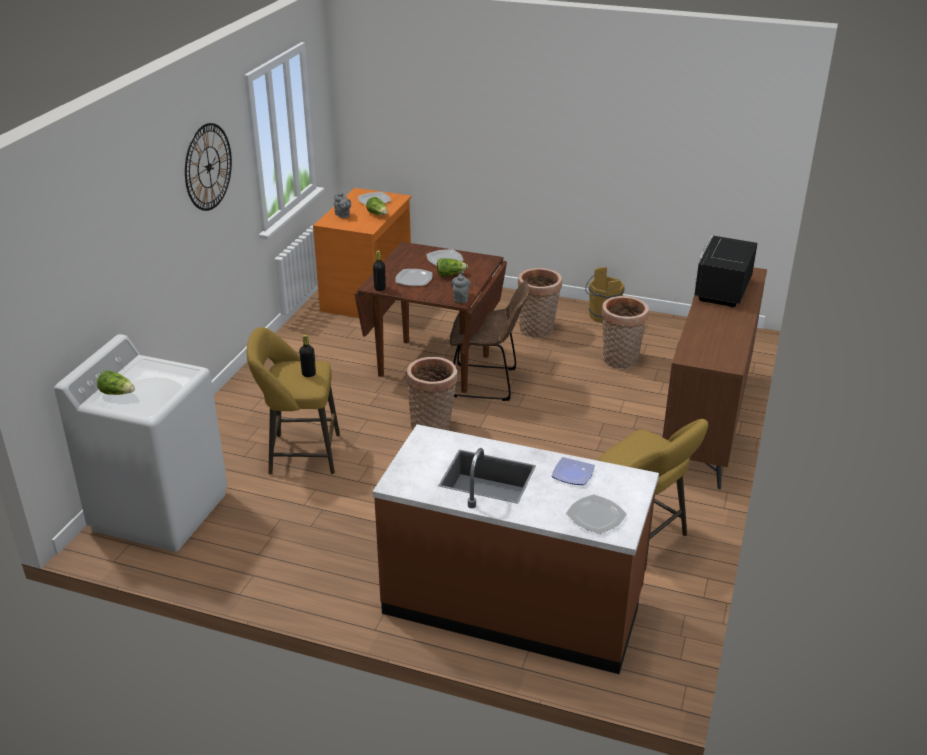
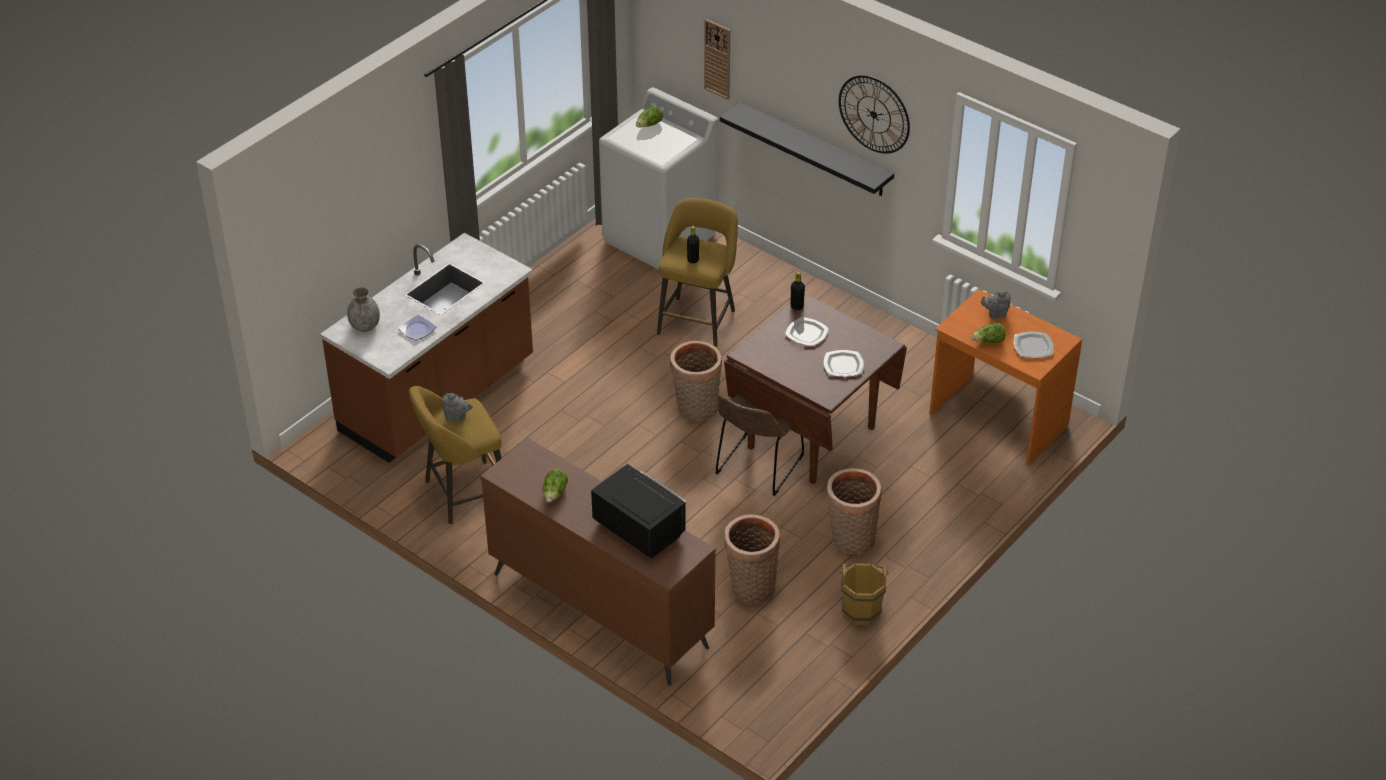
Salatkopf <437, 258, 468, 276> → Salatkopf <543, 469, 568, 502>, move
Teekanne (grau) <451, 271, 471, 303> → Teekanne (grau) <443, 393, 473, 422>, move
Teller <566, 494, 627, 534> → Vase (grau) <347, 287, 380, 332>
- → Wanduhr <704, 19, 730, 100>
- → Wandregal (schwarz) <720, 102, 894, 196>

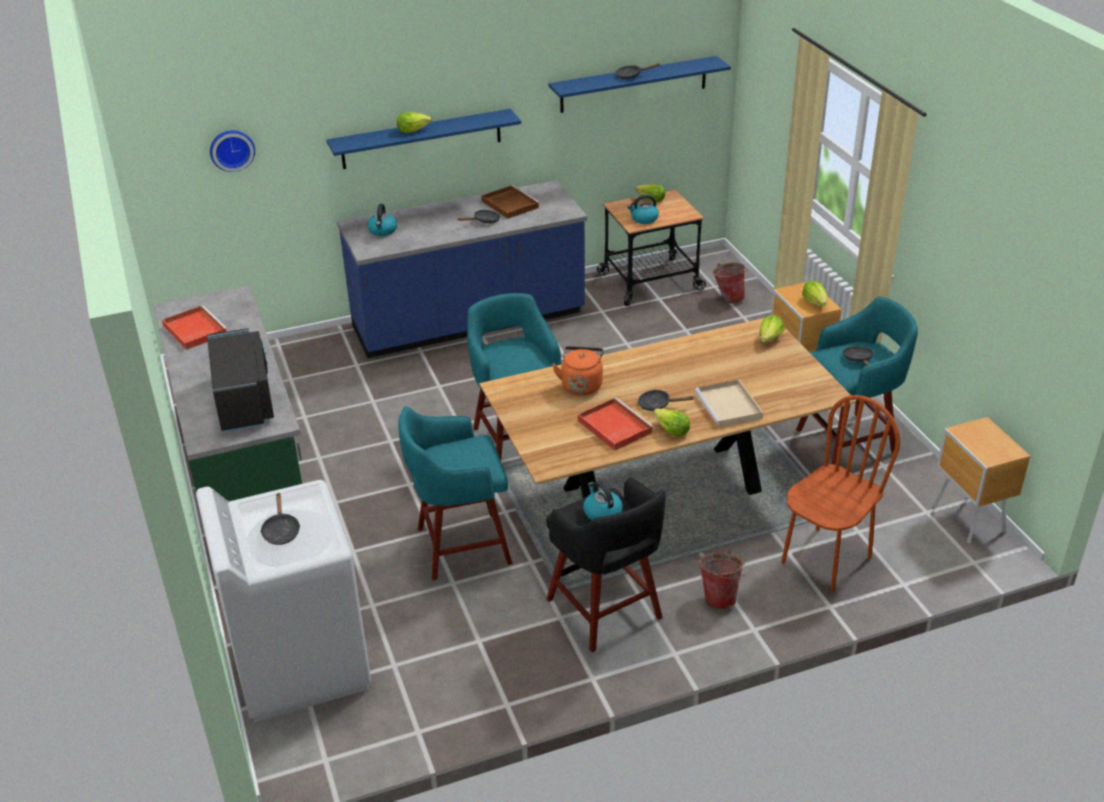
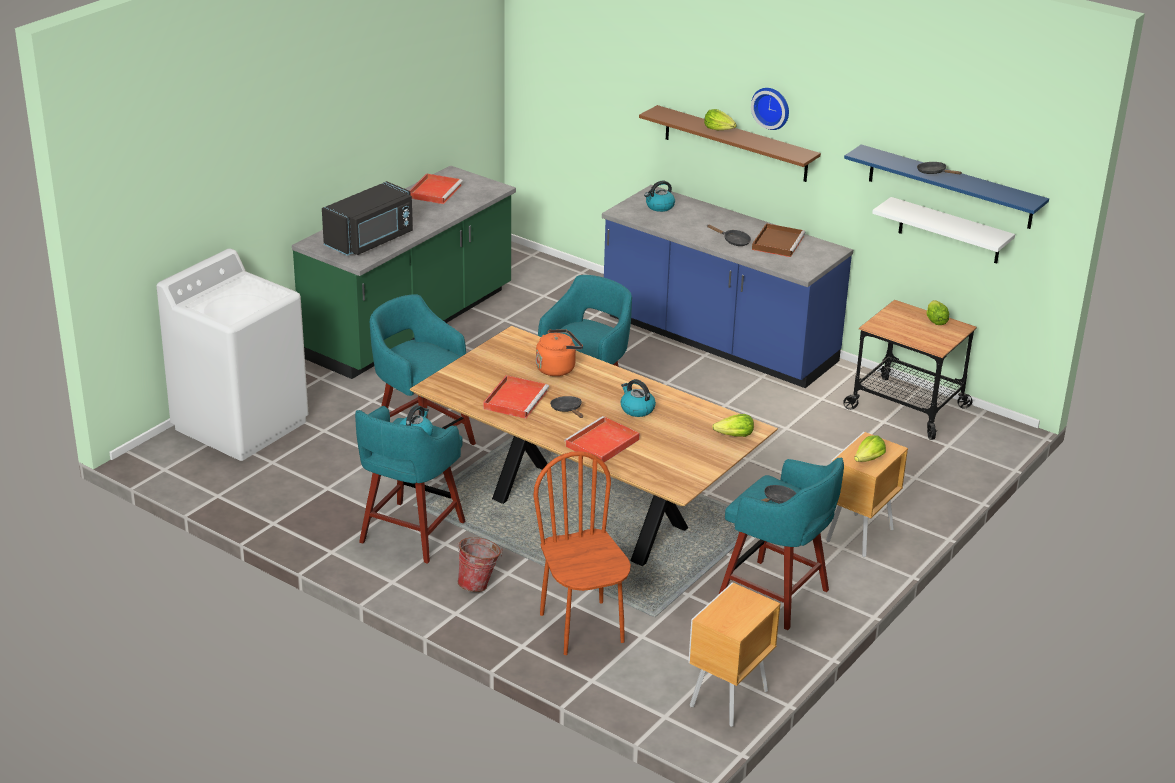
Wanduhr <210, 130, 255, 172> → Wanduhr <751, 88, 789, 130>, move
Pfanne (schwarz) <260, 493, 300, 545> → -
Wandregal (blau) <327, 109, 521, 169> → Wandregal (braun) <639, 105, 821, 182>
Hocker (schwarz) <546, 477, 666, 652> → Hocker (türkis) <355, 406, 466, 564>
Wasserkessel <627, 195, 659, 224> → Wasserkessel <620, 379, 656, 417>, move
Salatkopf <653, 408, 690, 437> → -
Tablett (beige) <694, 380, 763, 428> → Tablett (rot) <564, 416, 640, 463>
Eimer <713, 262, 747, 303> → -
Stuhl (braun) <781, 395, 901, 592> → Stuhl (braun) <533, 451, 631, 655>, 120 degrees counterclockwise
- → Wandregal (weiß) <872, 197, 1015, 263>

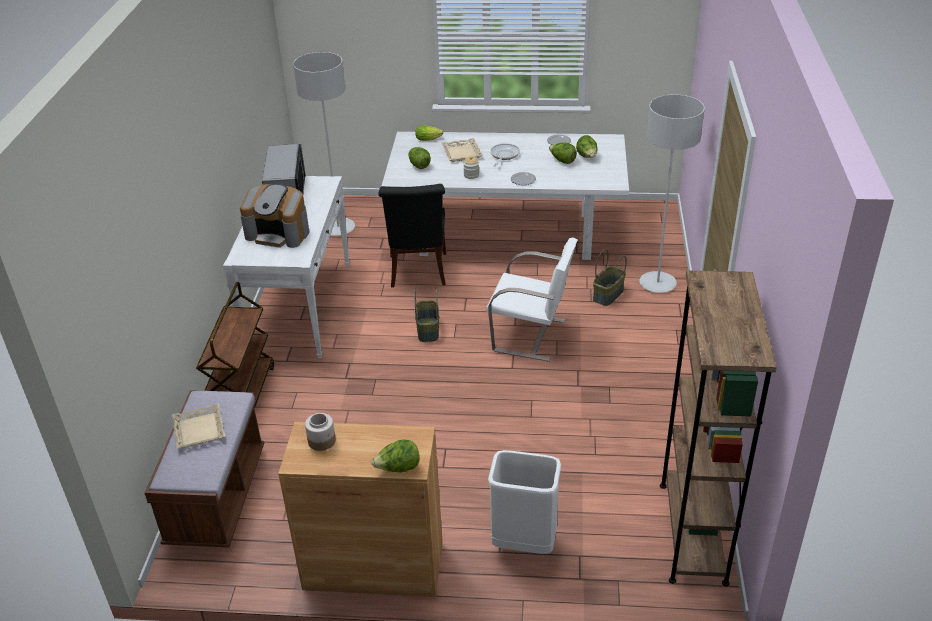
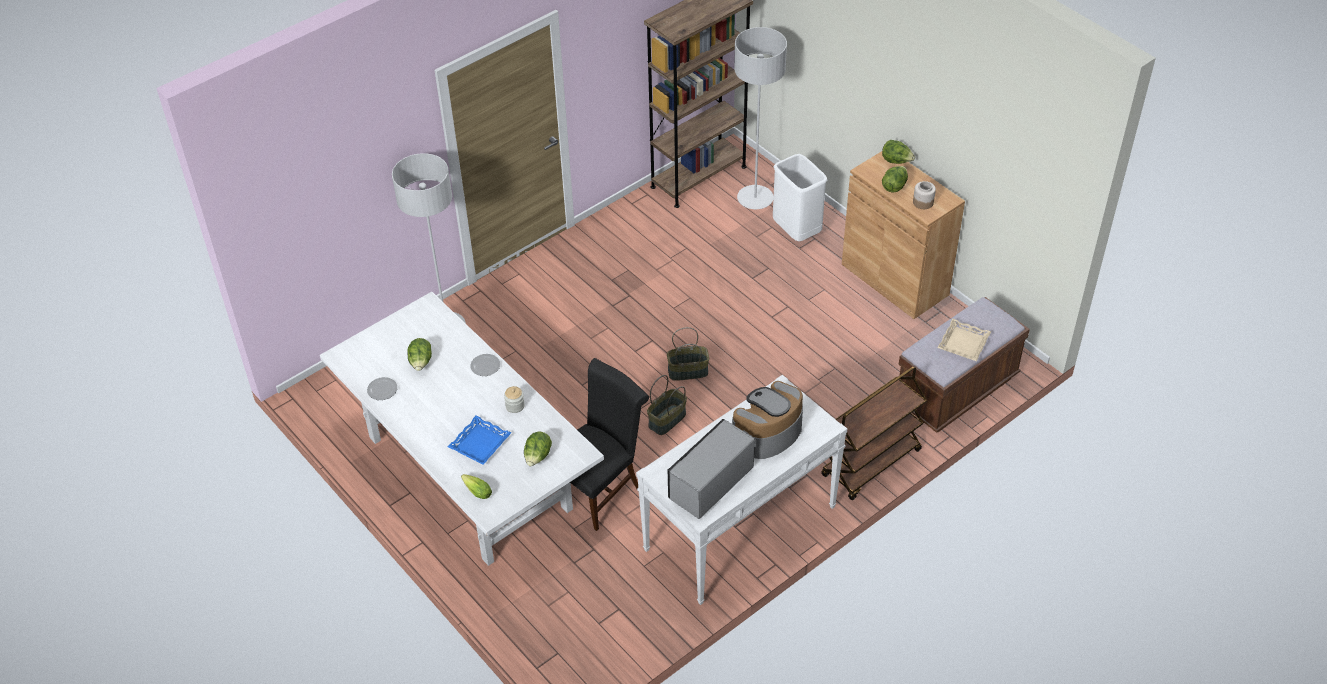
Kaffeemaschine <240, 184, 309, 248> → Kaffeemaschine <732, 381, 803, 459>, 105 degrees counterclockwise
Stehlampe (grau) <293, 52, 355, 236> → Stehlampe (grau) <734, 27, 787, 209>, move
Tablett (beige) <441, 138, 483, 162> → Tablett (blau) <448, 415, 511, 465>
Stuhl (weiß) <486, 237, 578, 362> → -
Pfanne <490, 143, 520, 167> → -
Salatkopf <576, 135, 598, 158> → Salatkopf <882, 166, 908, 193>, move
Korb <593, 249, 627, 306> → Korb <667, 327, 709, 381>, move

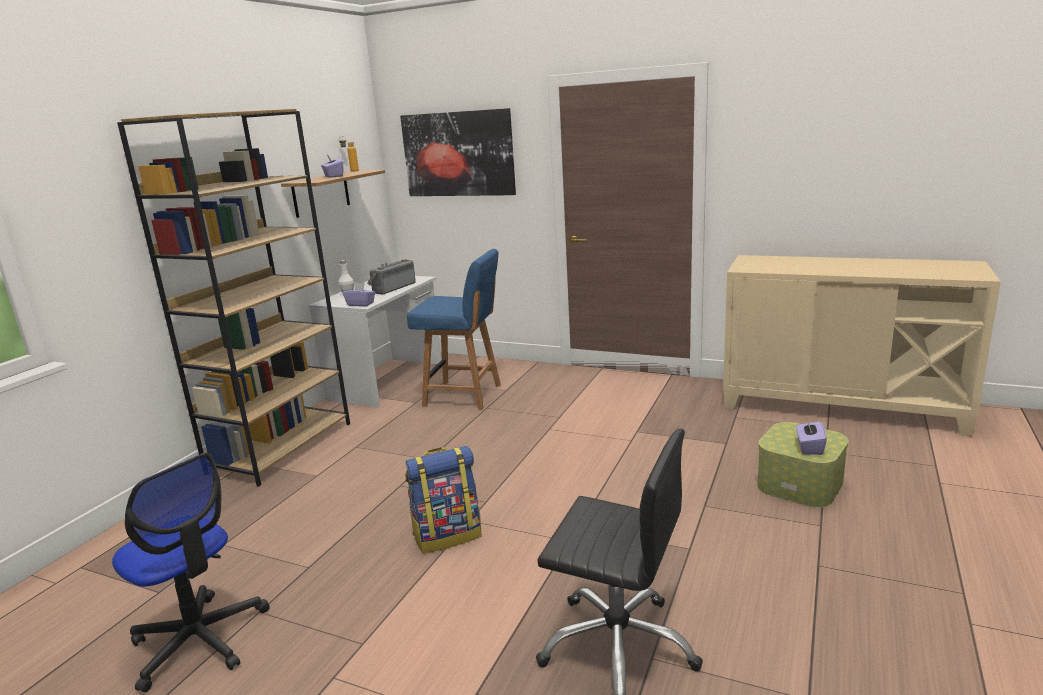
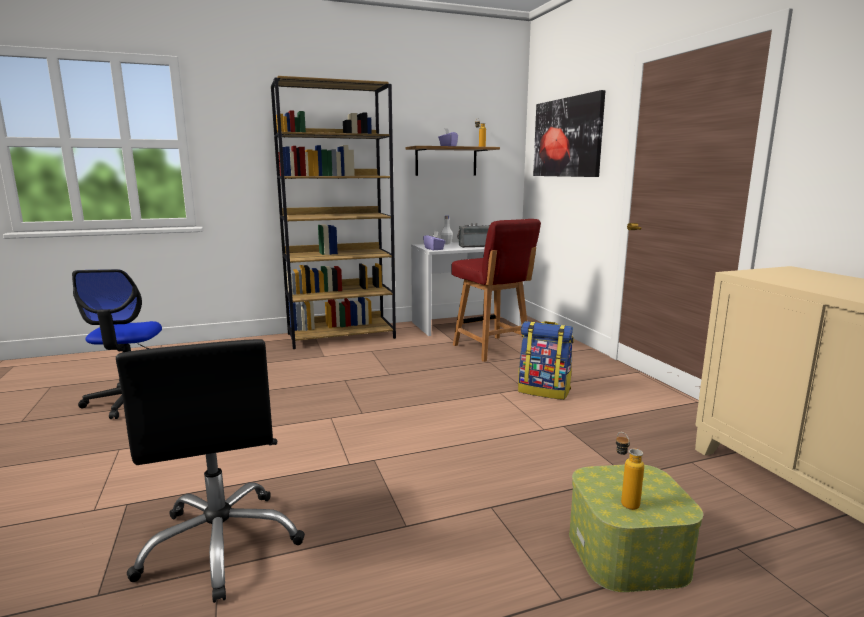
Rucksack <405, 446, 482, 553> → Rucksack <518, 321, 574, 400>, move
Stuhl (blau) <407, 249, 501, 410> → Stuhl (rot) <451, 219, 541, 362>
Taschentuchbox (lila) <796, 418, 827, 455> → Flasche <616, 432, 644, 510>

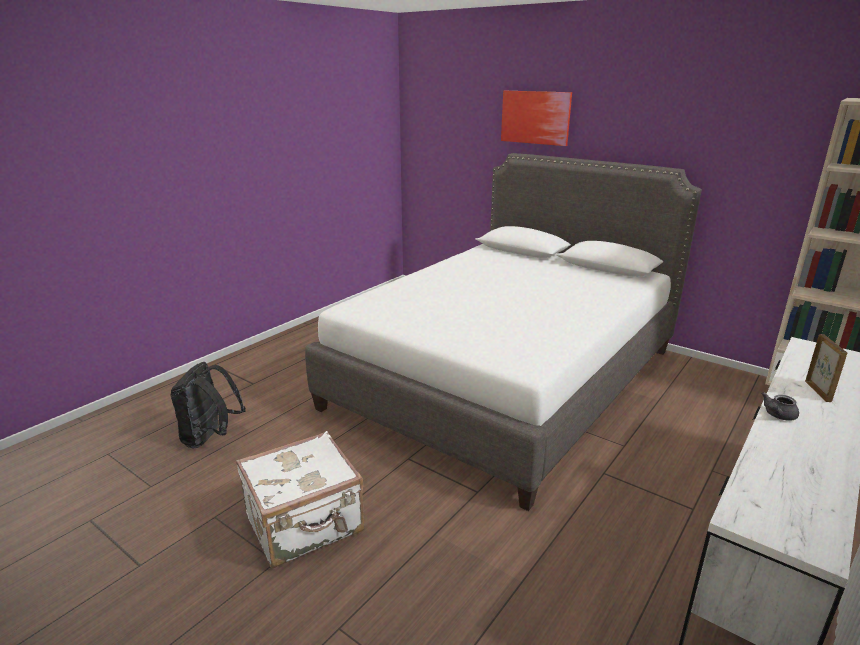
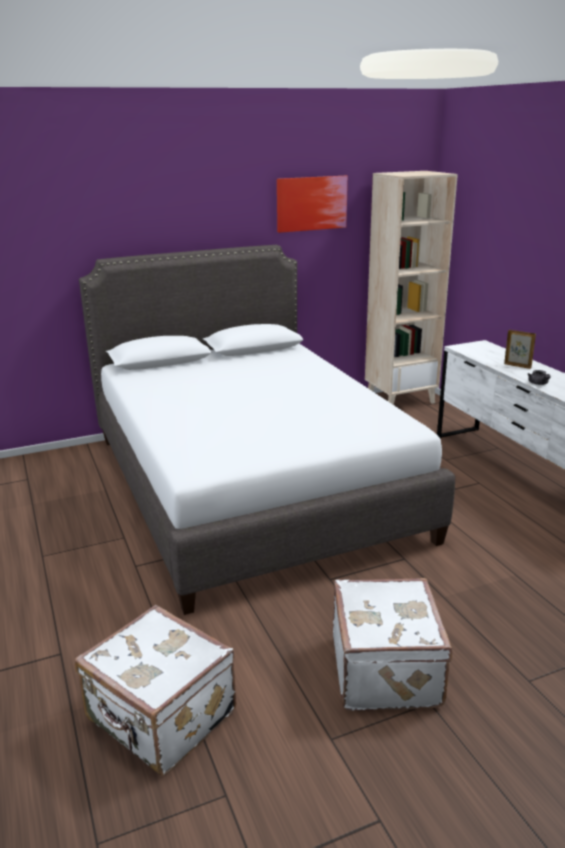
Rucksack (schwarz) <170, 362, 246, 449> → Koffer (weiß) <75, 605, 236, 776>
Bild <501, 91, 572, 146> → Bild <277, 176, 348, 233>, move

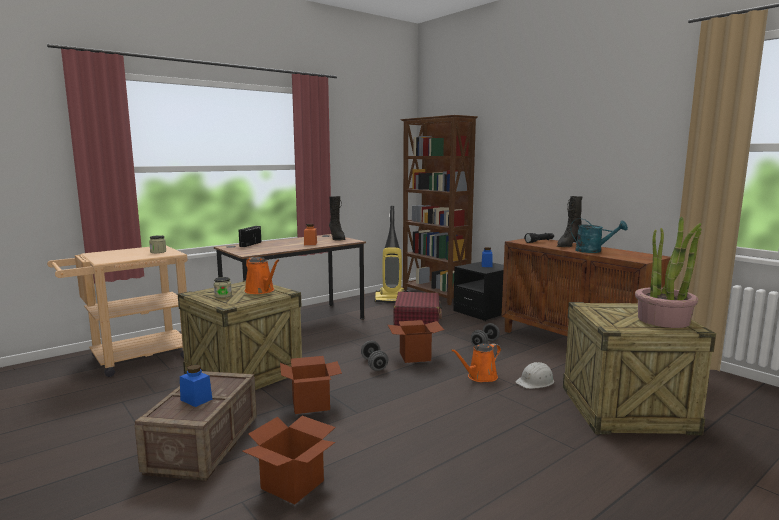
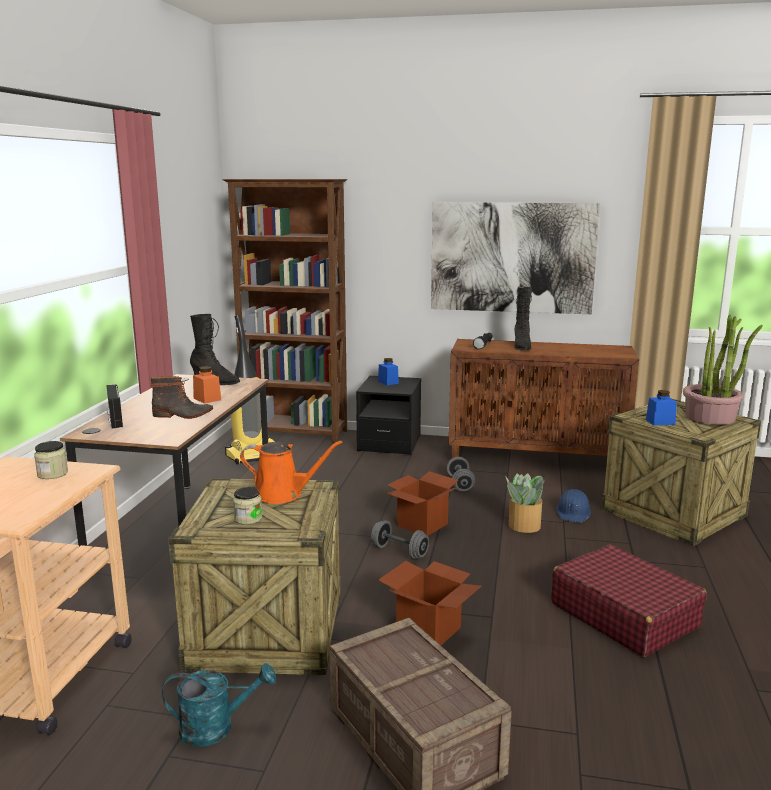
Vorratsglas (blau) <180, 365, 212, 407> → Vorratsglas (blau) <646, 390, 677, 425>, move
Karton <242, 416, 335, 505> → -
Koffer (rot) <393, 292, 442, 326> → Koffer (rot) <551, 545, 707, 657>, move
Gießkanne (orange) <451, 343, 501, 382> → Topfpflanze <505, 473, 545, 533>
Schutzhelm (weiß) <515, 362, 554, 389> → Schutzhelm (blau) <556, 489, 591, 522>
Gießkanne (türkis) <570, 218, 628, 253> → Gießkanne (türkis) <161, 663, 276, 747>, move
- → Stiefel <150, 376, 213, 419>
- → Bild <431, 202, 600, 314>

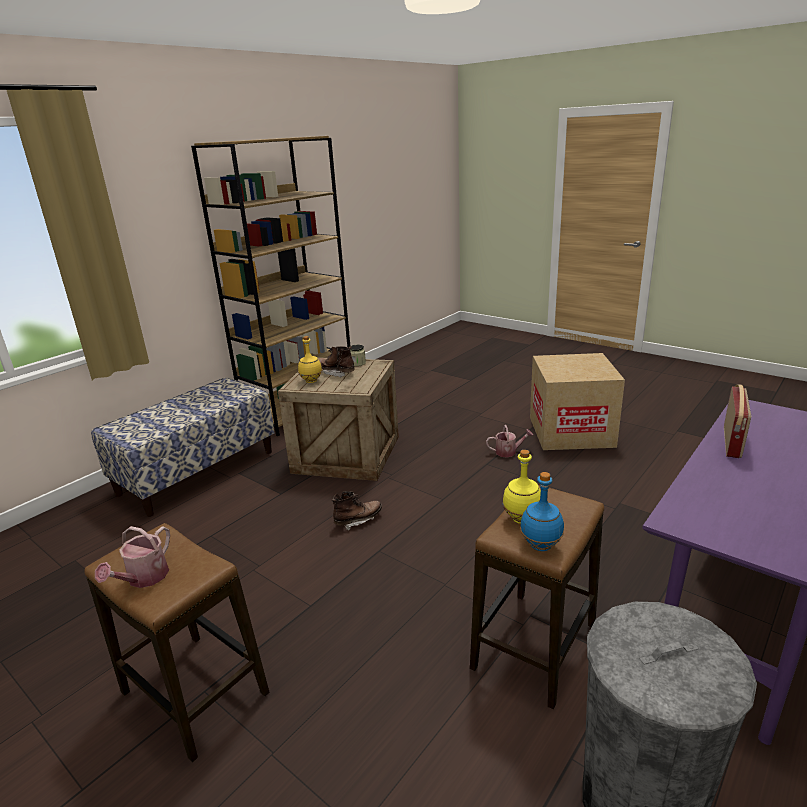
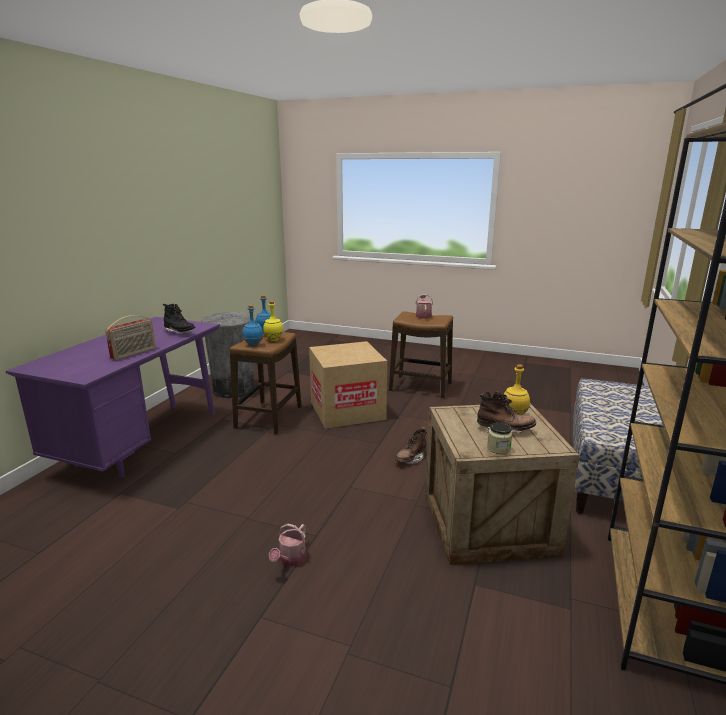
Gießkanne <486, 425, 533, 458> → Gießkanne <269, 524, 306, 567>, 45 degrees counterclockwise
Karton <530, 353, 625, 450> → Karton <309, 341, 387, 429>, move
Radio <724, 384, 751, 458> → Radio <105, 315, 156, 360>, 150 degrees counterclockwise
- → Stiefel (schwarz) <163, 304, 195, 333>
- → Flasche (blau) <243, 305, 264, 346>

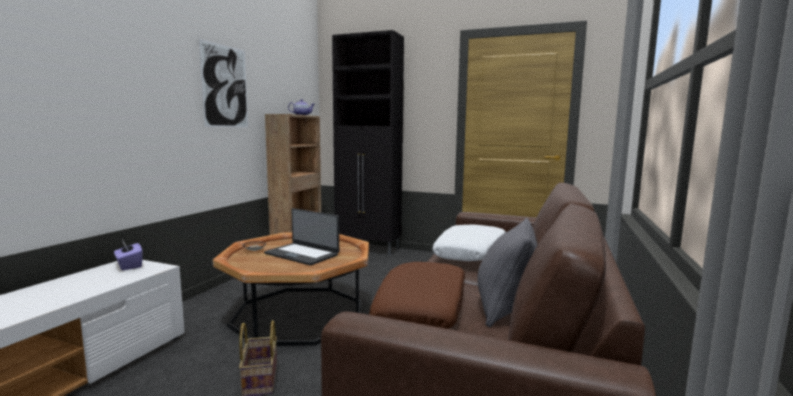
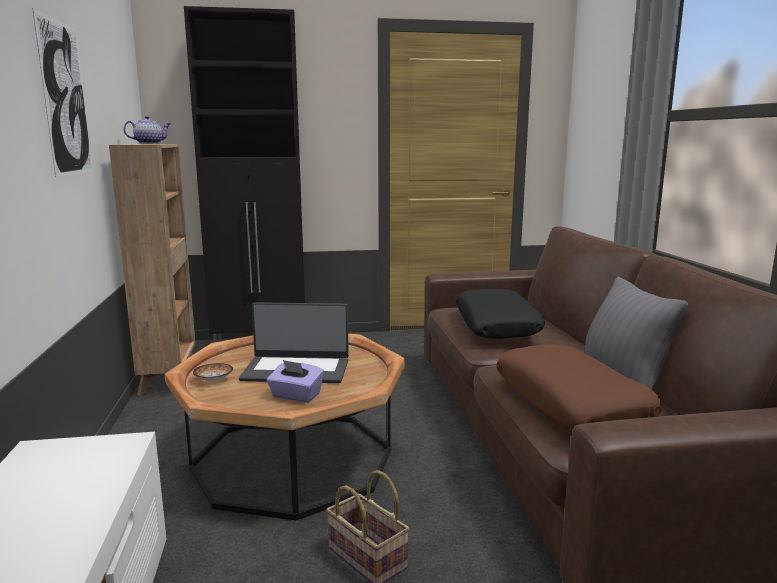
Taschentuchbox (lila) <114, 241, 143, 270> → Taschentuchbox (lila) <267, 360, 324, 403>, move
Kissen (weiß) <432, 225, 506, 261> → Kissen (schwarz) <456, 289, 545, 339>

